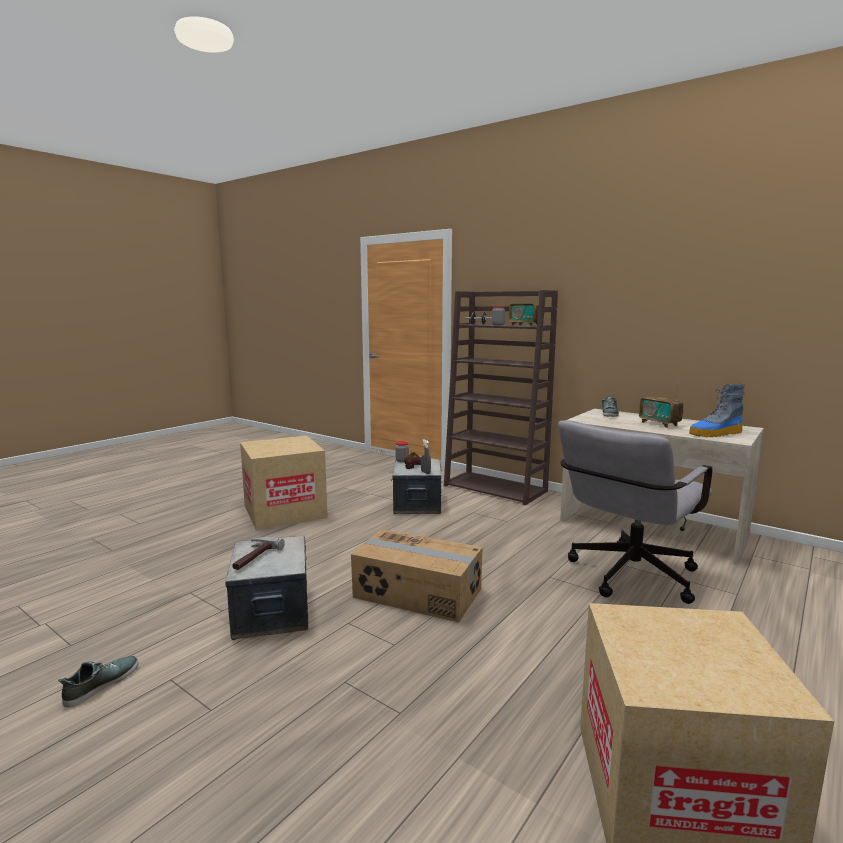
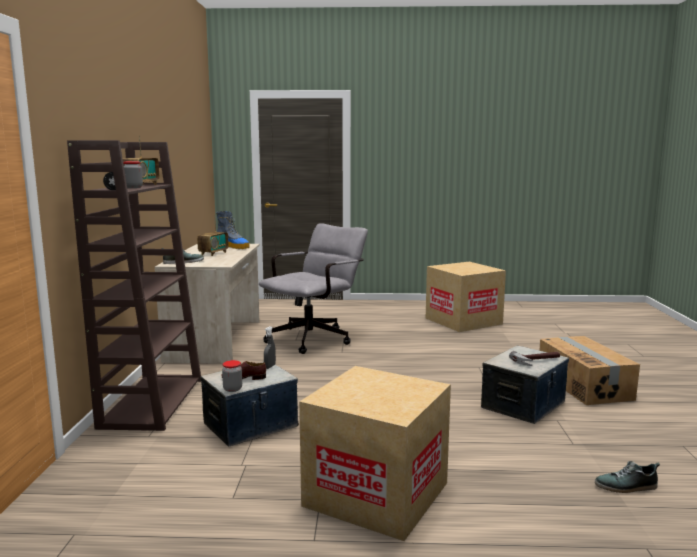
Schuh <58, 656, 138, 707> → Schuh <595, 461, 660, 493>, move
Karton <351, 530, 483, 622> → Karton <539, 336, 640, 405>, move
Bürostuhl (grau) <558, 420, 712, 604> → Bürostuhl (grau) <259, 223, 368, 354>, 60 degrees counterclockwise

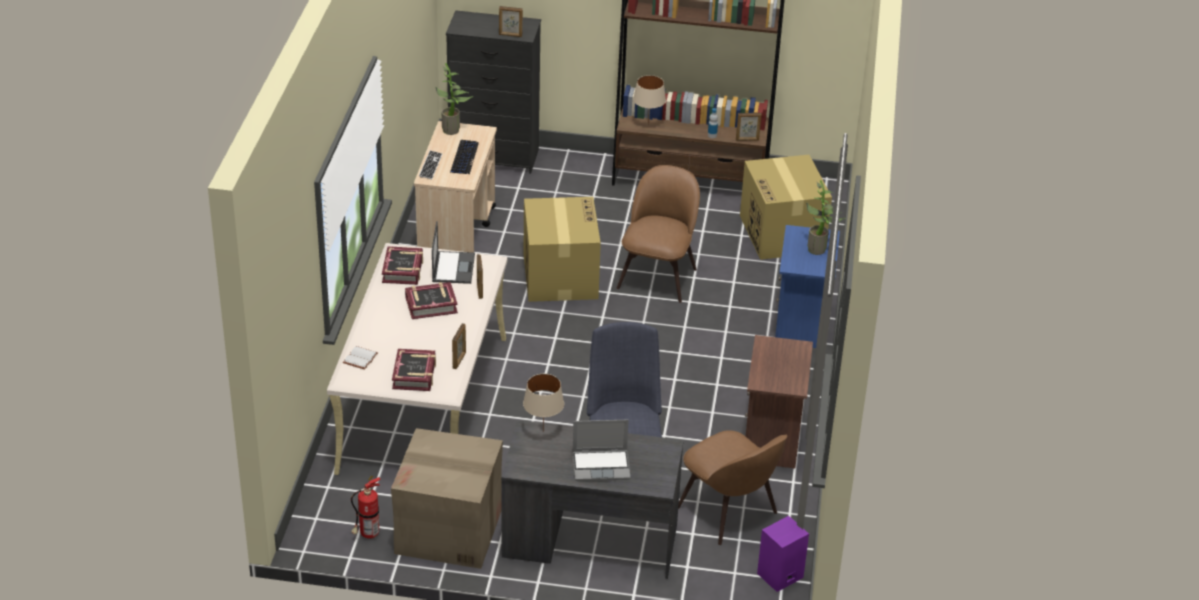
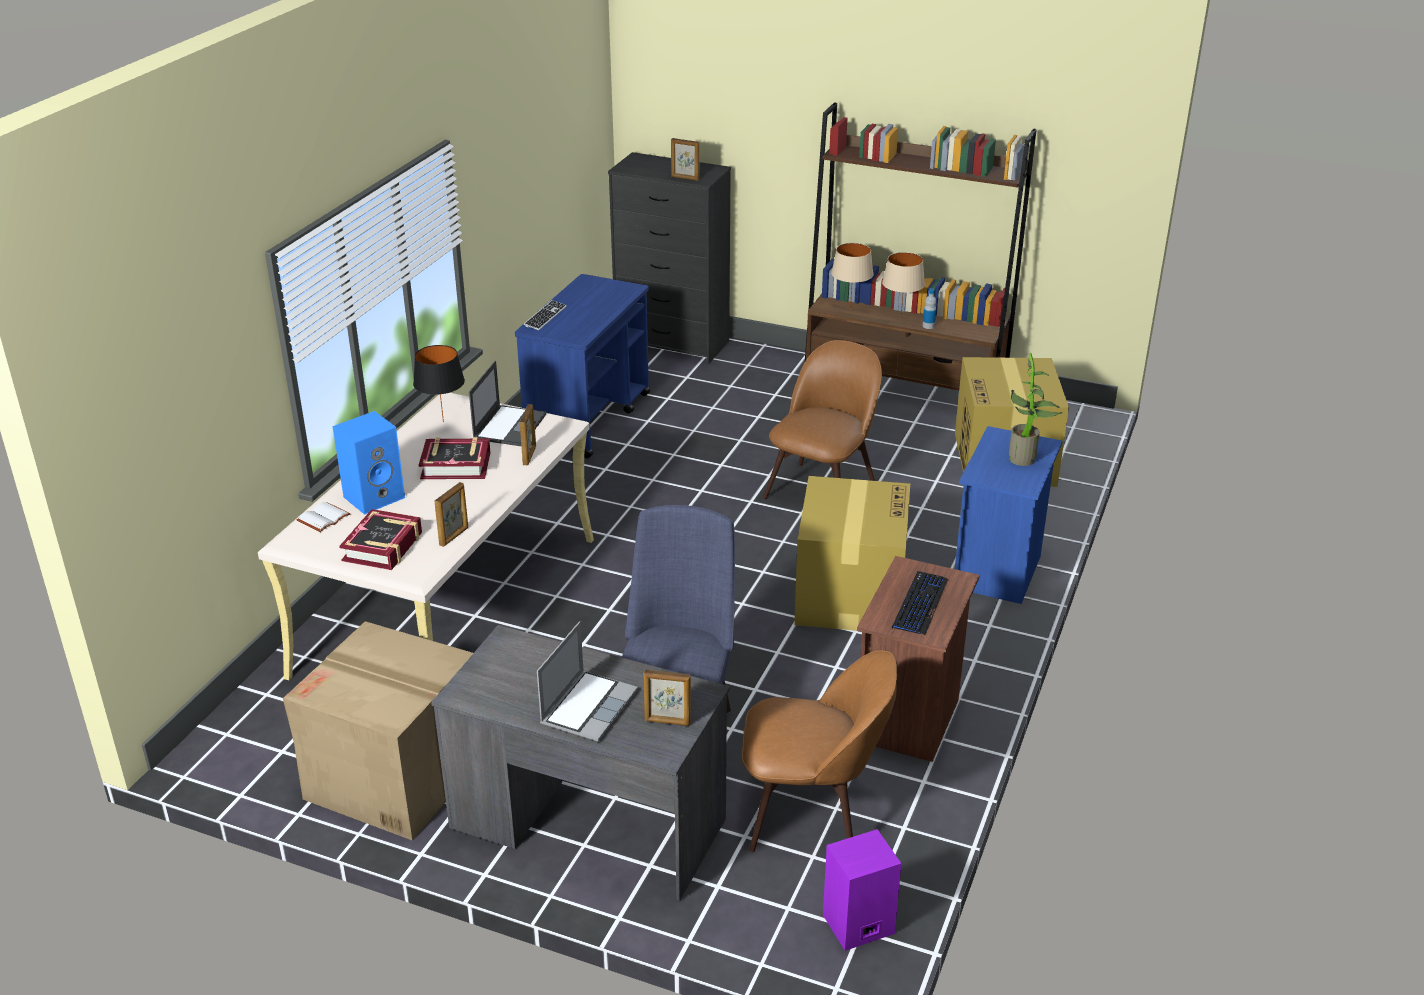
Feuerlöscher <351, 476, 381, 539> → -
Buch <382, 246, 423, 285> → Tischlampe (schwarz) <413, 345, 465, 422>
Rollwagen (beige) <414, 121, 497, 253> → Rollwagen (blau) <515, 274, 650, 458>
Topfpflanze <435, 63, 473, 135> → -
Tastatur <450, 140, 479, 174> → Tastatur <892, 571, 948, 635>, move
Karton <523, 197, 601, 302> → Karton <794, 476, 910, 631>, move
Tischlampe (beige) <523, 374, 564, 431> → Tischlampe (beige) <882, 252, 925, 316>, move
Laptop <573, 419, 630, 481> → Laptop <537, 621, 638, 742>, 75 degrees counterclockwise
Stuhl (braun) <678, 430, 787, 545> → Stuhl (braun) <741, 650, 897, 853>, 60 degrees counterclockwise
Bilderrahmen <736, 113, 762, 141> → Bilderrahmen <644, 670, 691, 726>, move
- → Lautsprecher (blau) <333, 411, 405, 515>

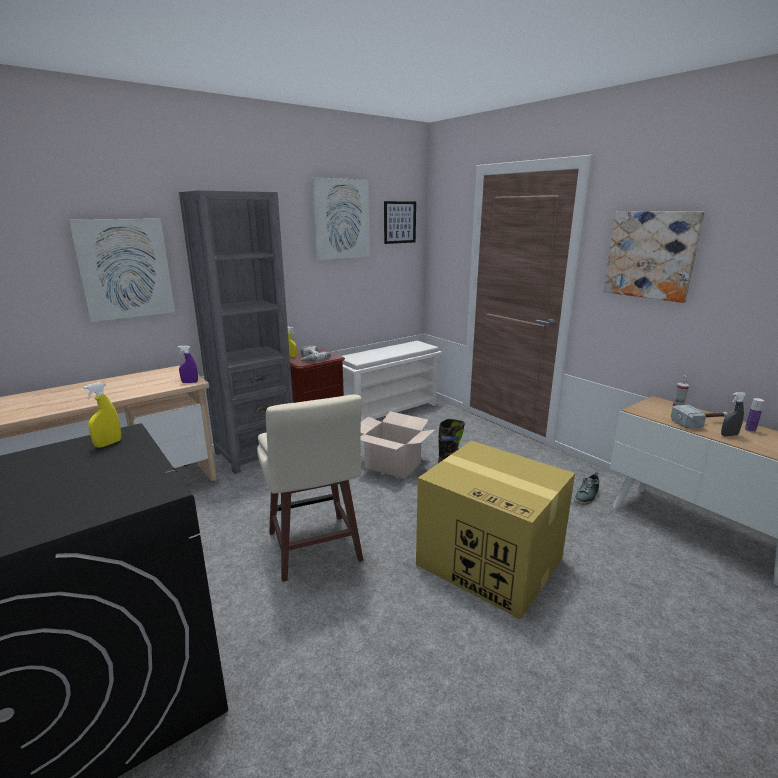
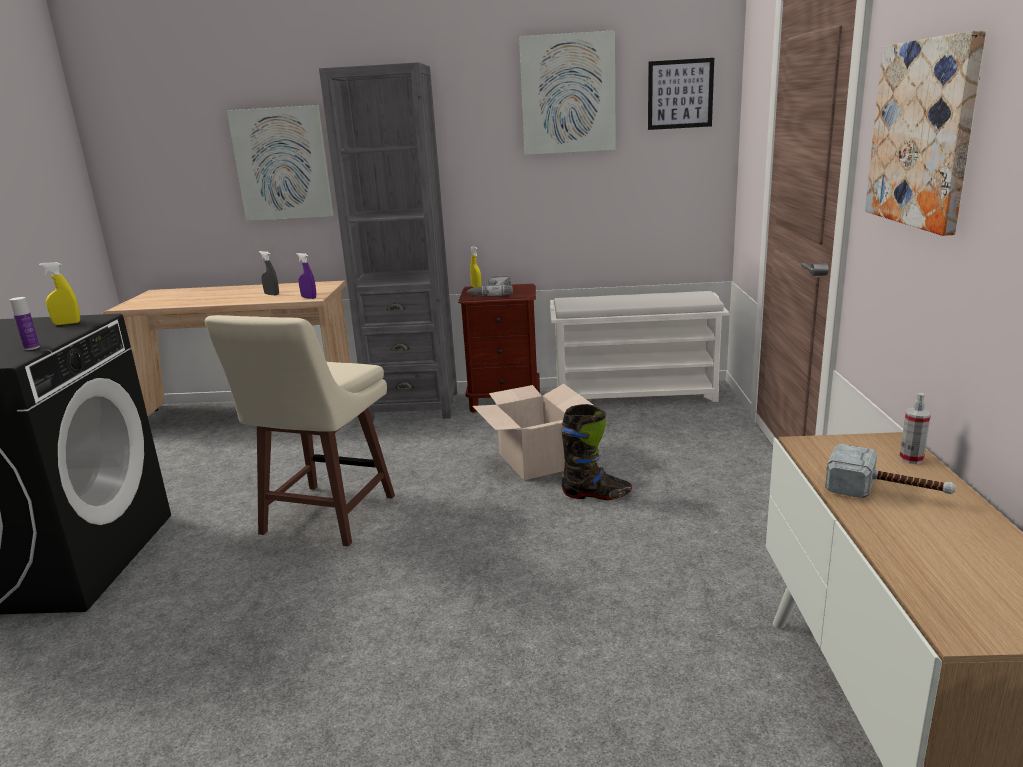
Karton <416, 441, 575, 619> → -
Schuh <574, 472, 599, 505> → -
Sprühflasche (grau) <721, 392, 746, 436> → Sprühflasche (grau) <259, 251, 279, 295>, move
Flasche <745, 398, 764, 432> → Flasche <10, 297, 40, 350>, move

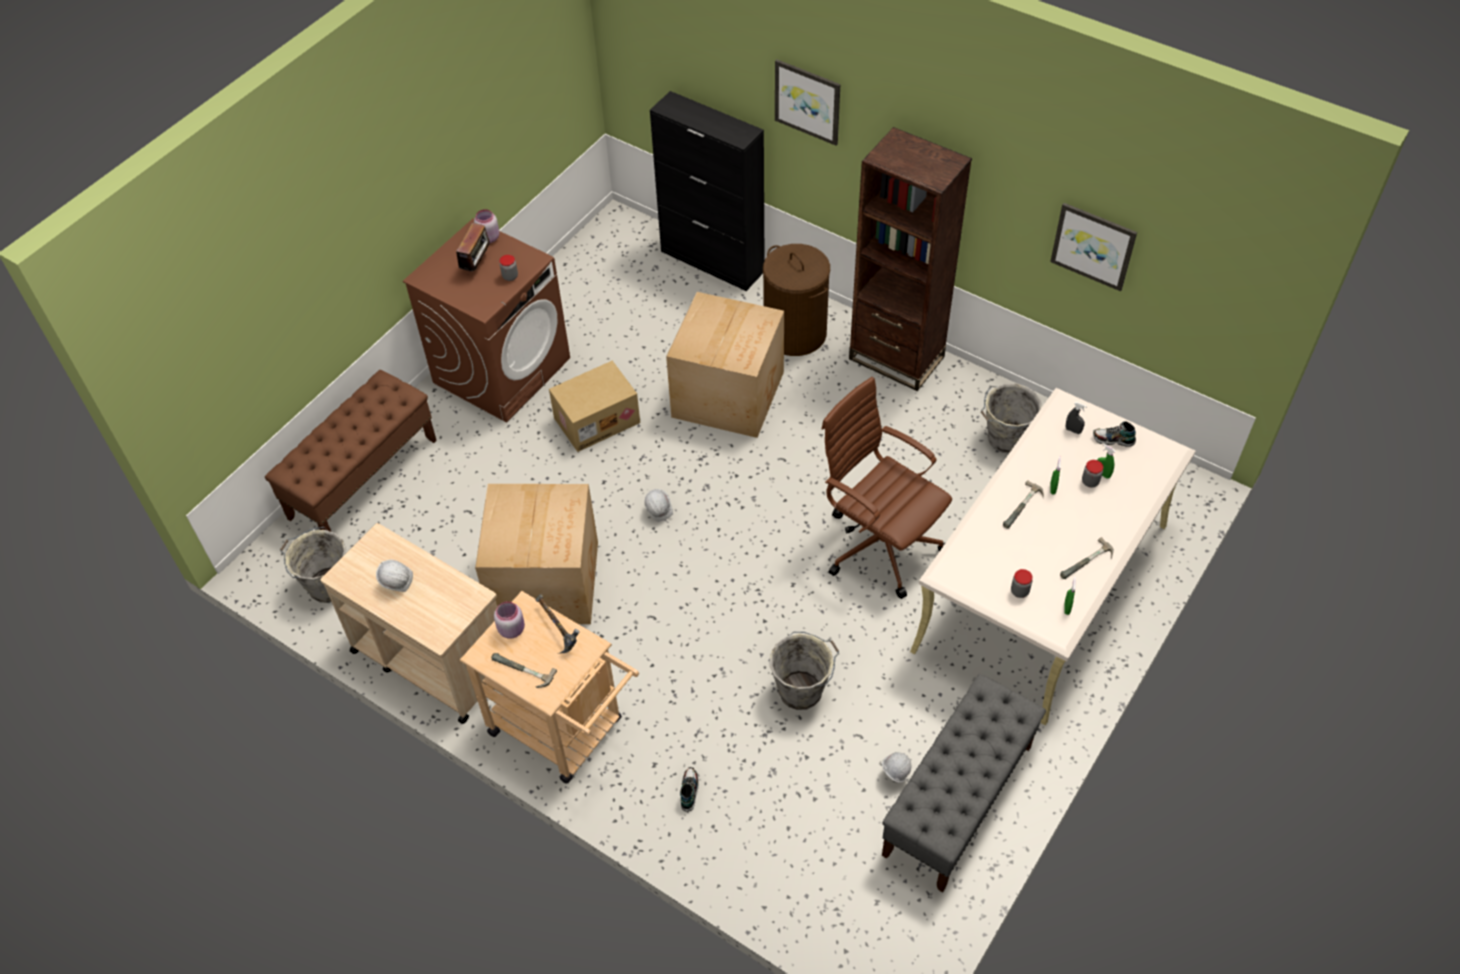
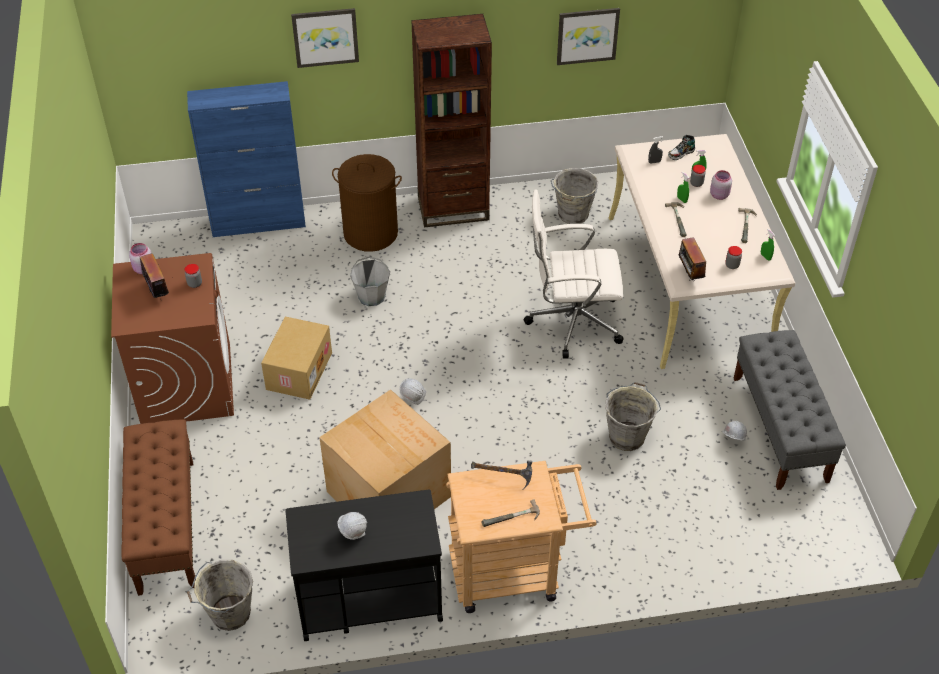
Rollwagen (beige) <320, 523, 497, 724> → Rollwagen (schwarz) <285, 490, 443, 641>
Vorratsglas (rosa) <494, 601, 525, 639> → Vorratsglas (rosa) <710, 170, 732, 200>, move
Schrank (schwarz) <650, 91, 764, 291> → Schrank (blau) <187, 81, 306, 237>
Karton <666, 292, 784, 438> → Eimer (grau) <350, 257, 390, 306>
Schuh <680, 767, 699, 812> → -
Bürostuhl (braun) <822, 377, 952, 599> → Bürostuhl (weiß) <524, 189, 624, 359>
- → Radio <679, 237, 706, 280>

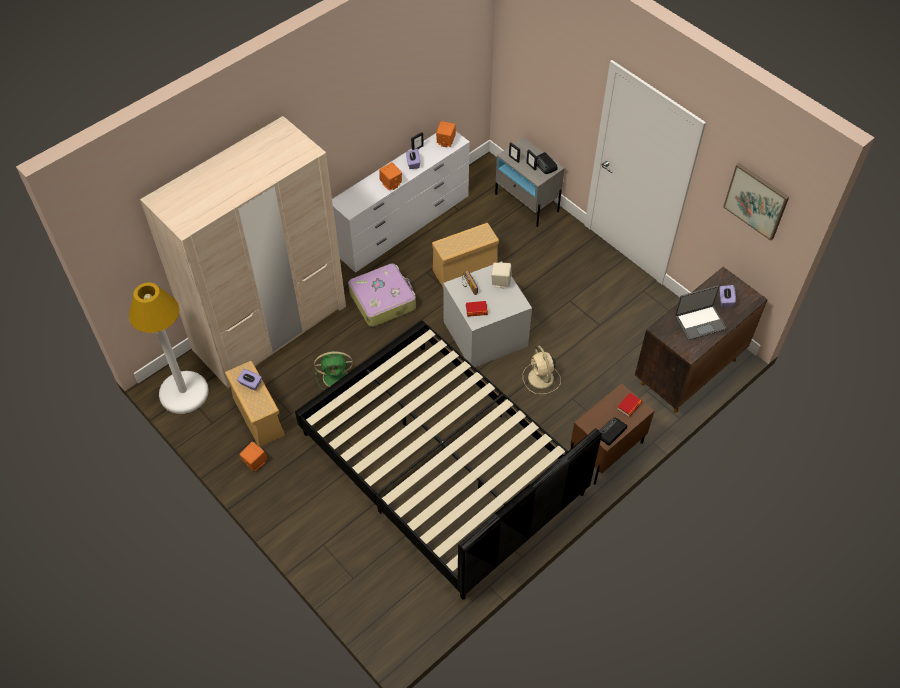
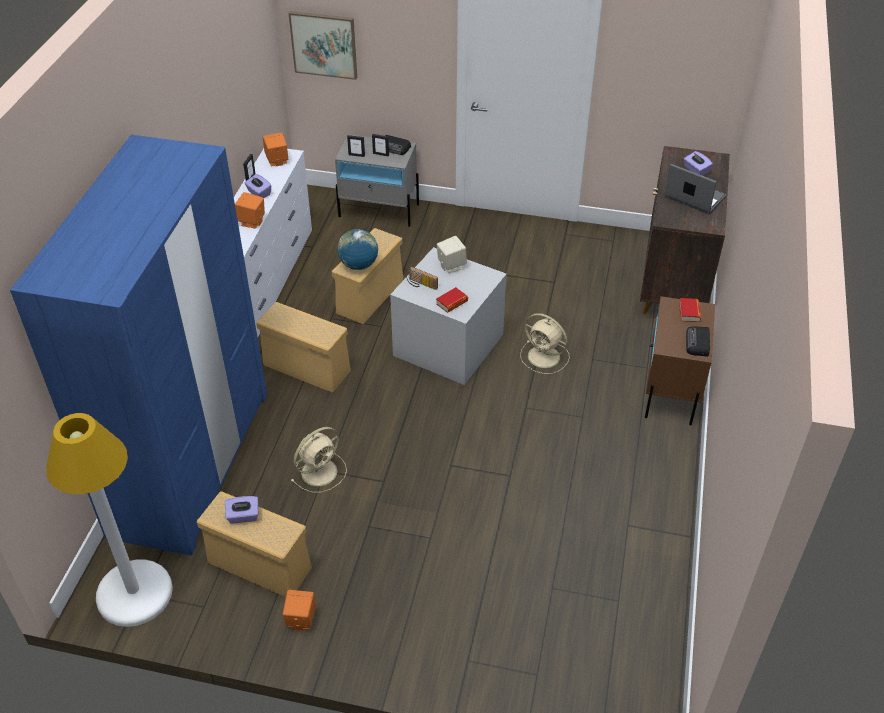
Kleiderschrank (beige) <140, 116, 346, 388> → Kleiderschrank (blau) <10, 135, 267, 555>
Bett (schwarz) <295, 320, 602, 600> → -
Ventilator (grün) <314, 351, 354, 390> → Ventilator (beige) <291, 427, 347, 493>
Koffer <348, 263, 416, 327> → Aufbewahrungsbox (beige) <256, 302, 351, 392>
Laptop <675, 285, 727, 340> → Laptop <665, 164, 726, 214>, 90 degrees counterclockwise
Bild <723, 163, 789, 241> → Bild <288, 11, 357, 80>, move
- → Globus <337, 229, 378, 270>

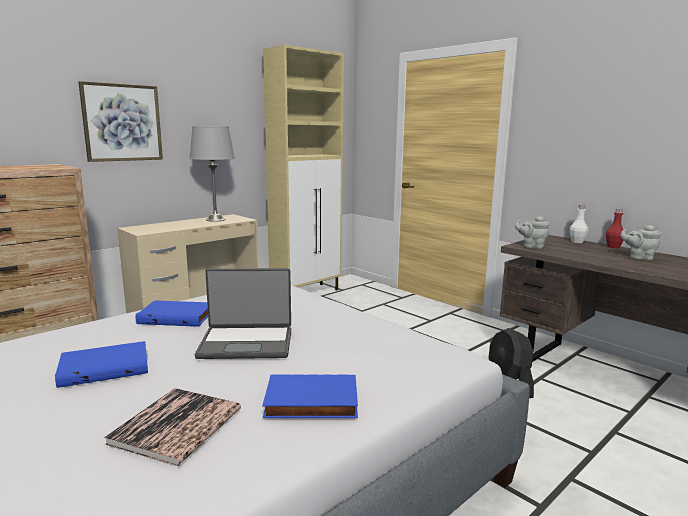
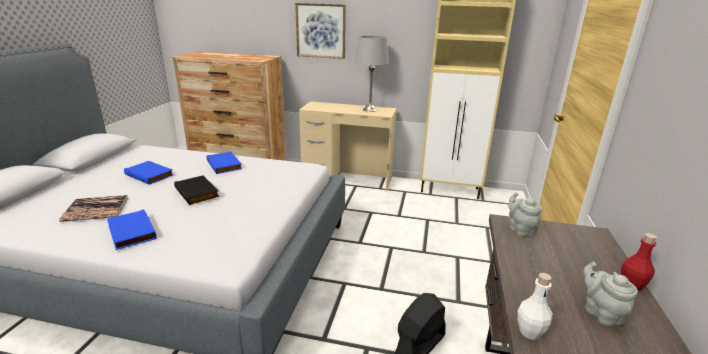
Laptop <195, 268, 291, 359> → Buch (schwarz) <174, 175, 219, 205>
Flasche (weiß) <570, 205, 588, 243> → Flasche (weiß) <517, 273, 553, 340>, move

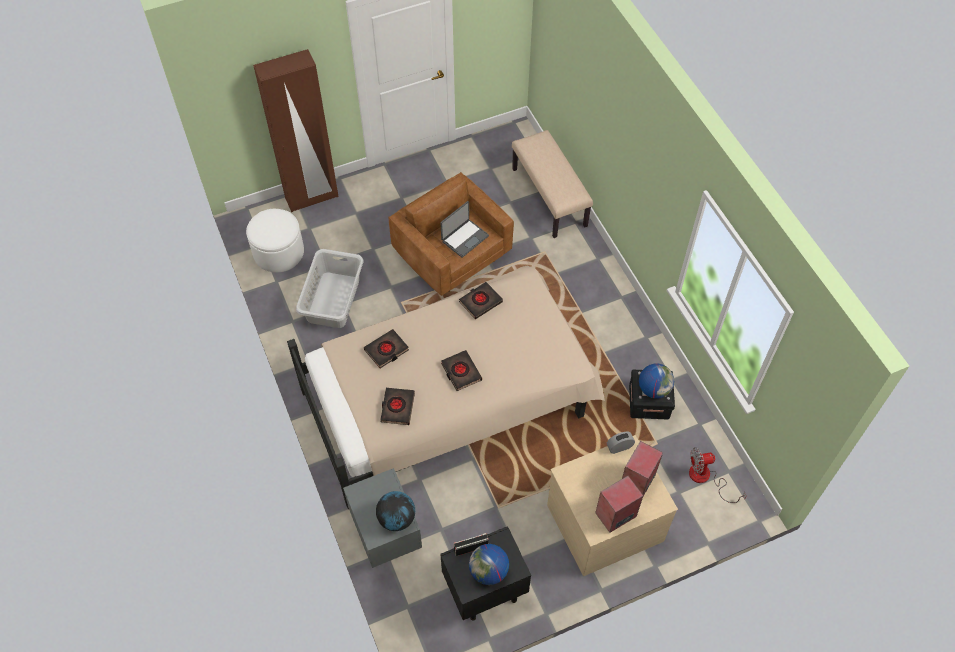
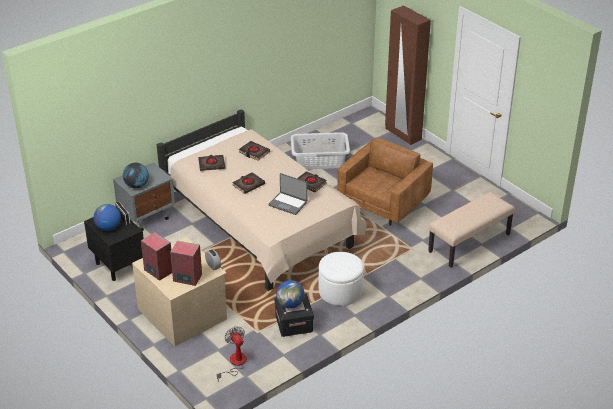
Polsterhocker (weiß) <246, 209, 304, 273> → Polsterhocker (weiß) <318, 252, 364, 306>, move
Laptop <441, 201, 489, 258> → Laptop <268, 173, 308, 215>, move

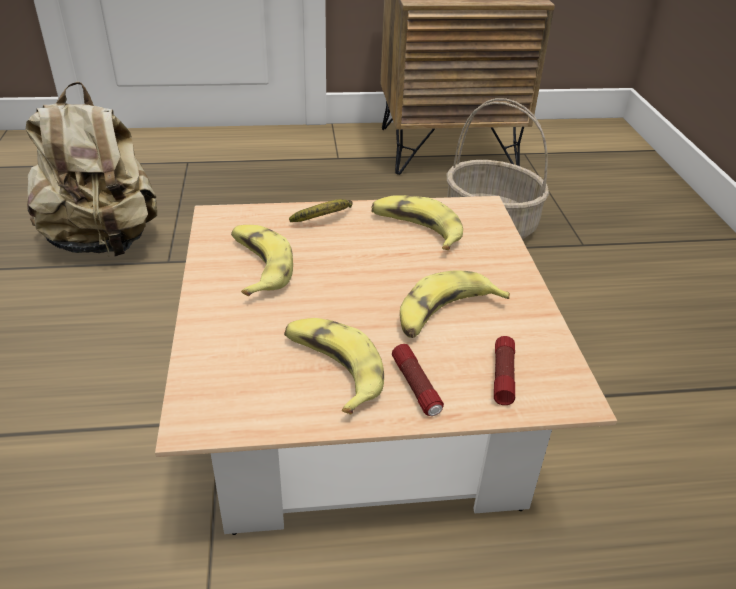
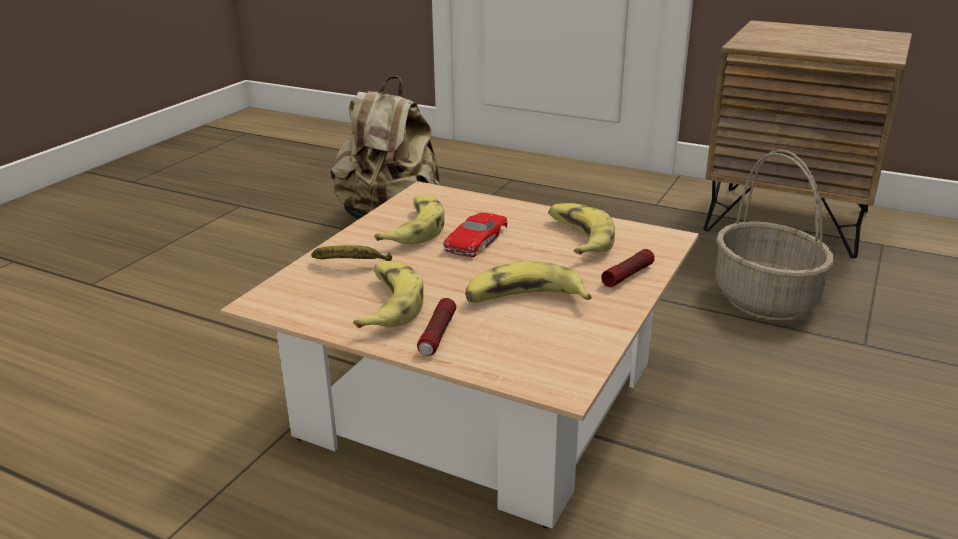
Banane <289, 199, 353, 222> → Banane <311, 245, 392, 261>, move
Taschenlampe <494, 336, 515, 405> → Taschenlampe <601, 249, 655, 287>, move
- → Spielzeugauto (rot) <443, 212, 508, 257>

